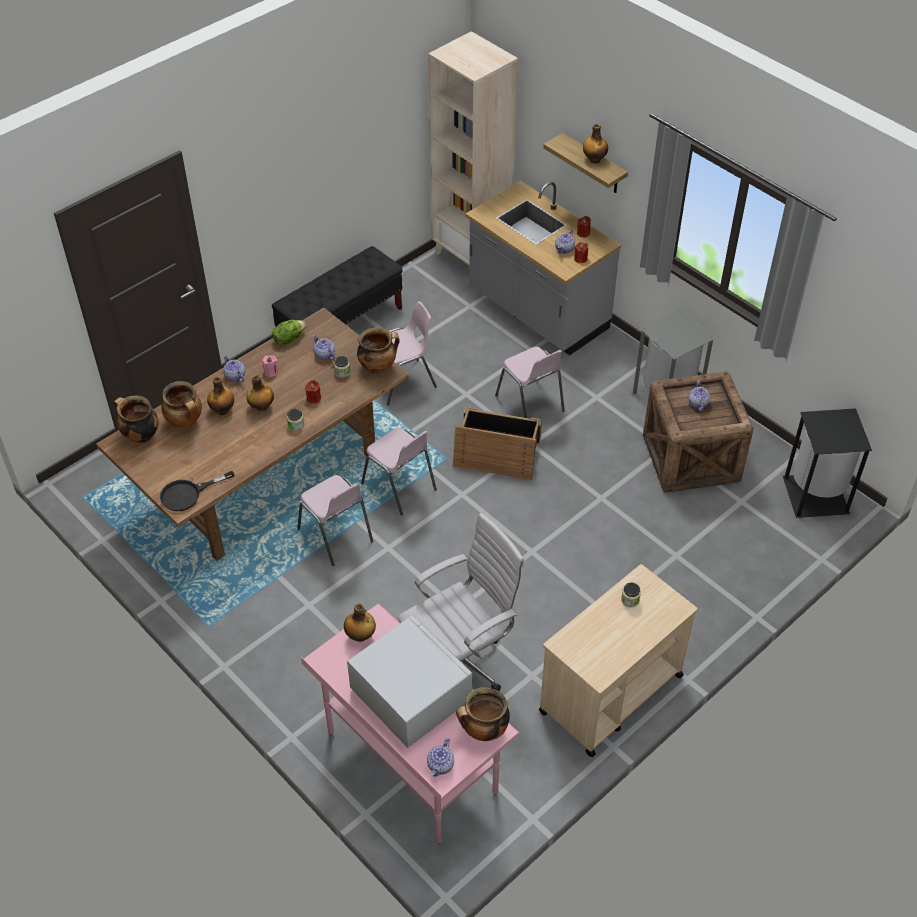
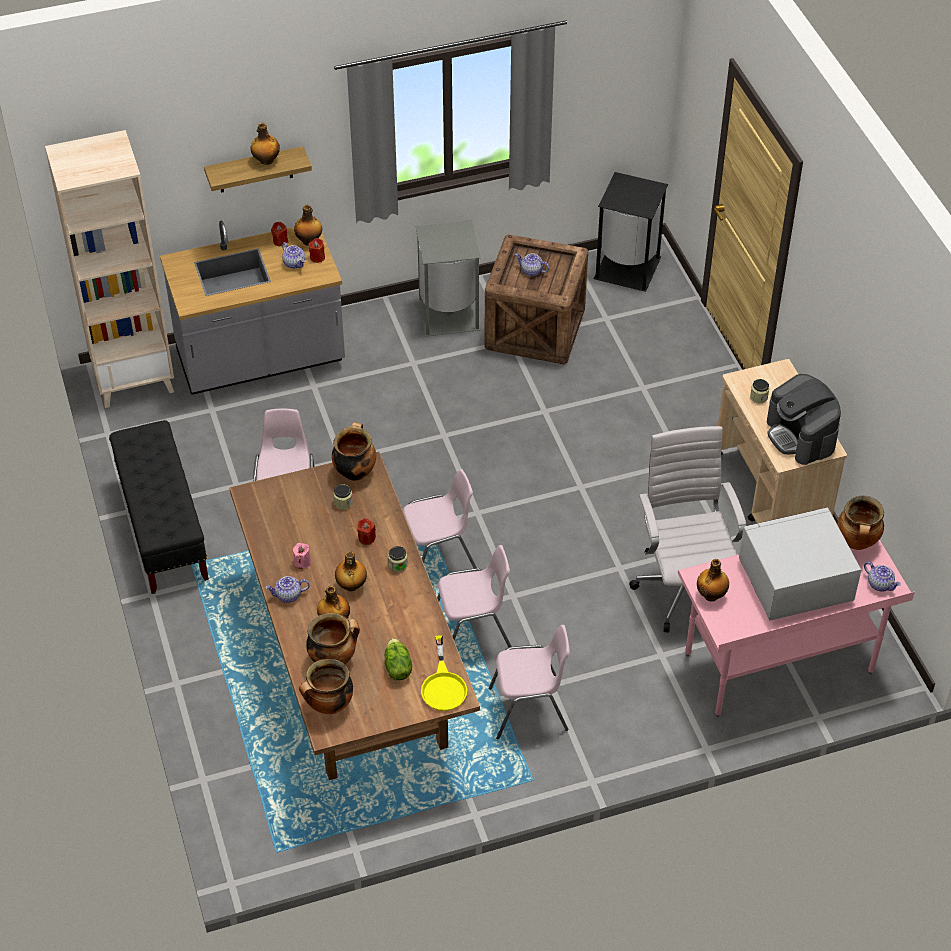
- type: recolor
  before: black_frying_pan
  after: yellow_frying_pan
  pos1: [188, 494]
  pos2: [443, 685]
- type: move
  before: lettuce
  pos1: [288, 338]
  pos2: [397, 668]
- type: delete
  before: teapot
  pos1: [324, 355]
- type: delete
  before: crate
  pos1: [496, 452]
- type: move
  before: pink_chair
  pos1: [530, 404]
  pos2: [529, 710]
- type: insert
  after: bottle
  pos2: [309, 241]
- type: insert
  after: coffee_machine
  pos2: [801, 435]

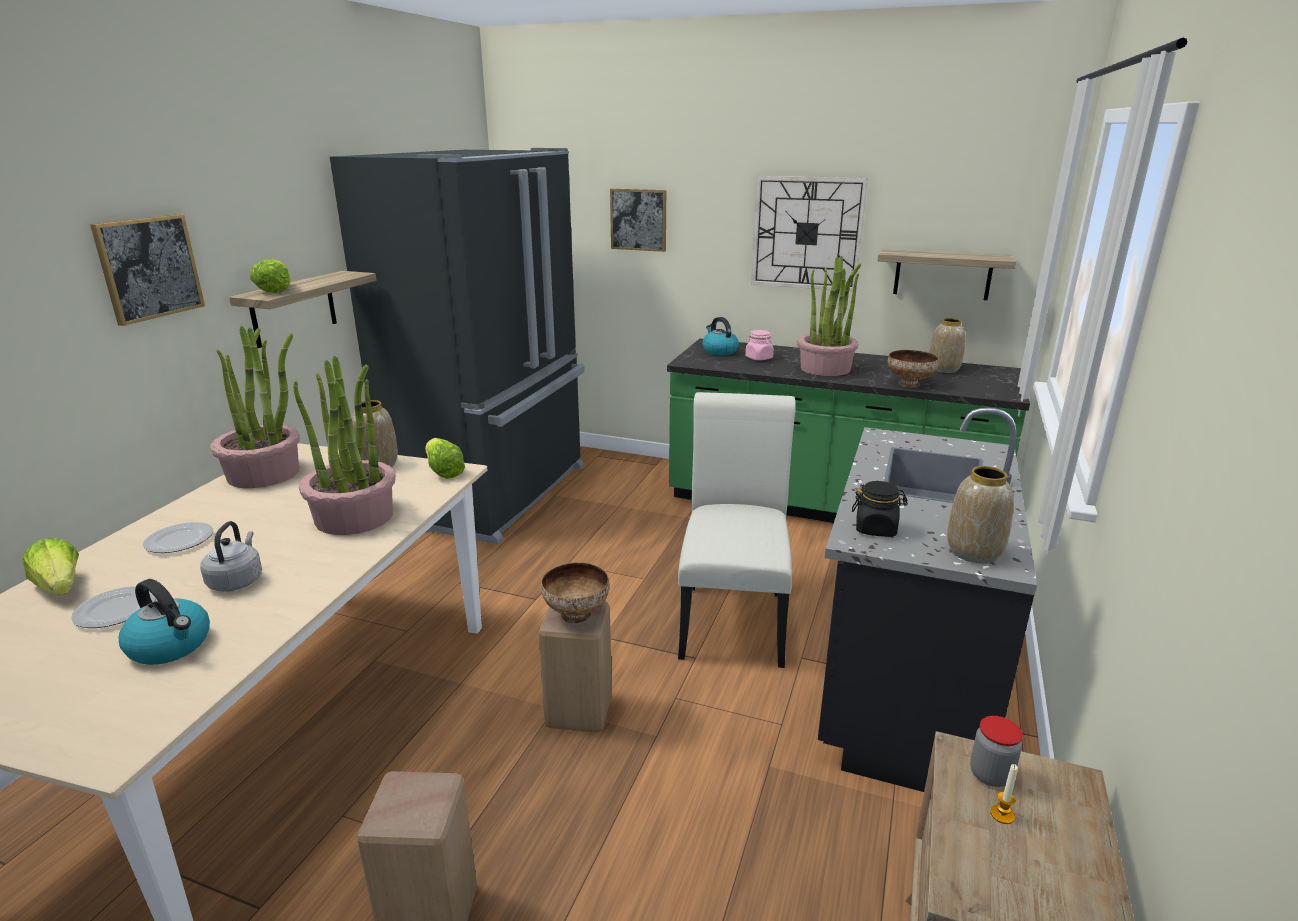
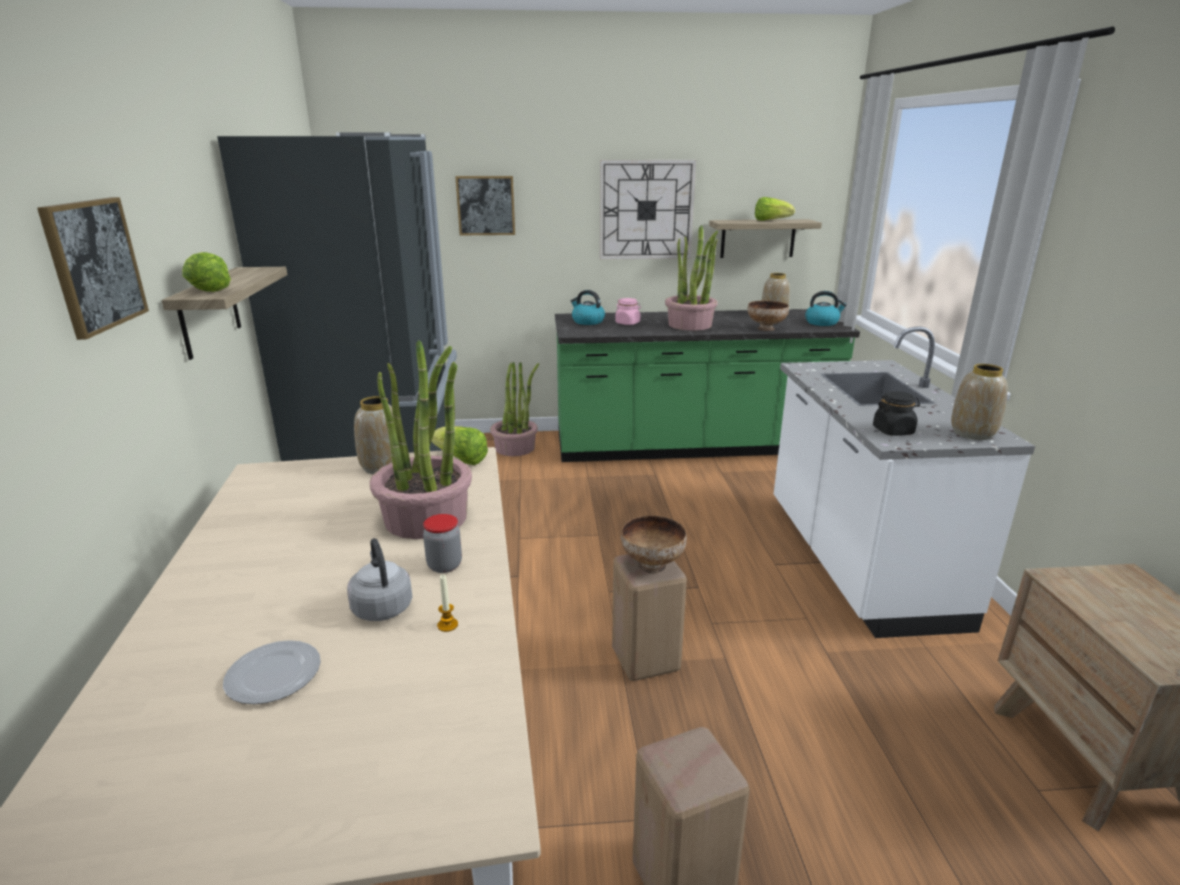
- type: move
  before: lettuce
  pos1: [61, 587]
  pos2: [770, 221]
- type: move
  before: kettle
  pos1: [171, 646]
  pos2: [822, 323]
- type: delete
  before: plate
  pos1: [180, 540]
- type: move
  before: potted_plant
  pos1: [264, 473]
  pos2: [515, 448]
- type: delete
  before: white_chair
  pos1: [733, 618]
- type: recolor
  before: black_counter
  after: white_counter
  pos1: [901, 684]
  pos2: [857, 563]
- type: move
  before: jar
  pos1: [990, 775]
  pos2: [444, 565]
- type: move
  before: candle
  pos1: [1002, 815]
  pos2: [447, 625]

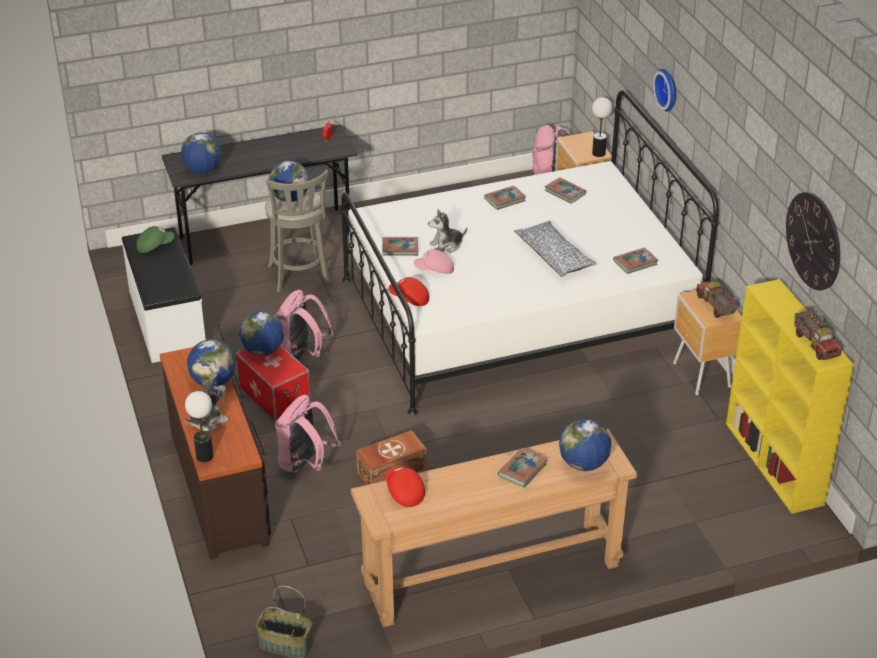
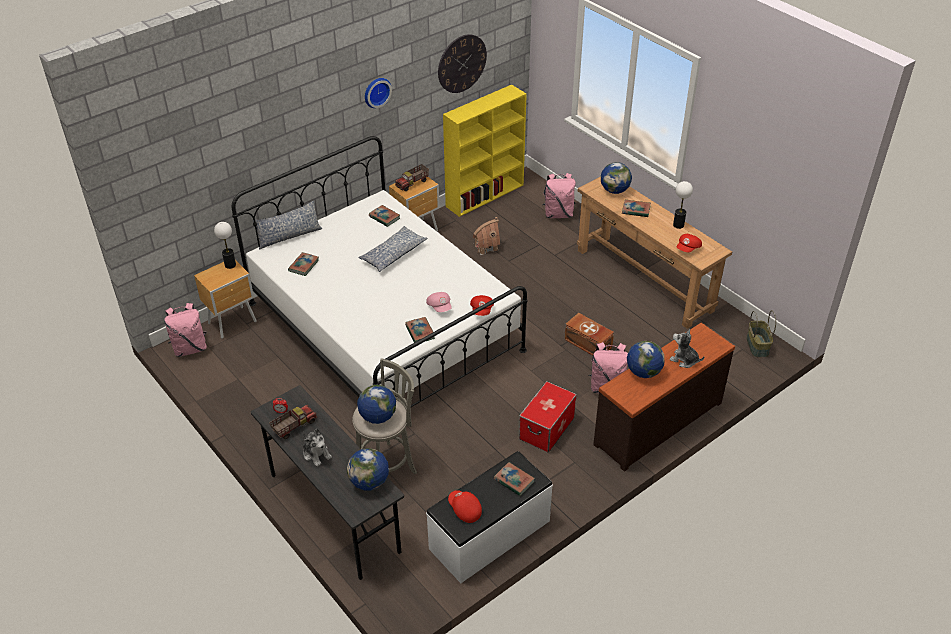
- type: recolor
  before: green_cap
  after: red_cap
  pos1: [155, 246]
  pos2: [464, 510]
- type: move
  before: table_lamp
  pos1: [204, 456]
  pos2: [678, 225]
- type: delete
  before: globe
  pos1: [263, 350]
- type: move
  before: pink_backpack
  pos1: [302, 355]
  pos2: [558, 214]
- type: move
  before: plush_toy
  pos1: [446, 245]
  pos2: [316, 454]
- type: move
  before: book
  pos1: [505, 200]
  pos2: [514, 480]
- type: move
  before: wall_clock
  pos1: [668, 89]
  pos2: [376, 91]
- type: move
  before: toy_truck
  pos1: [816, 344]
  pos2: [294, 426]
- type: insert
  after: pillow
  pos2: [289, 236]
- type: insert
  after: toy_house
  pos2: [486, 247]

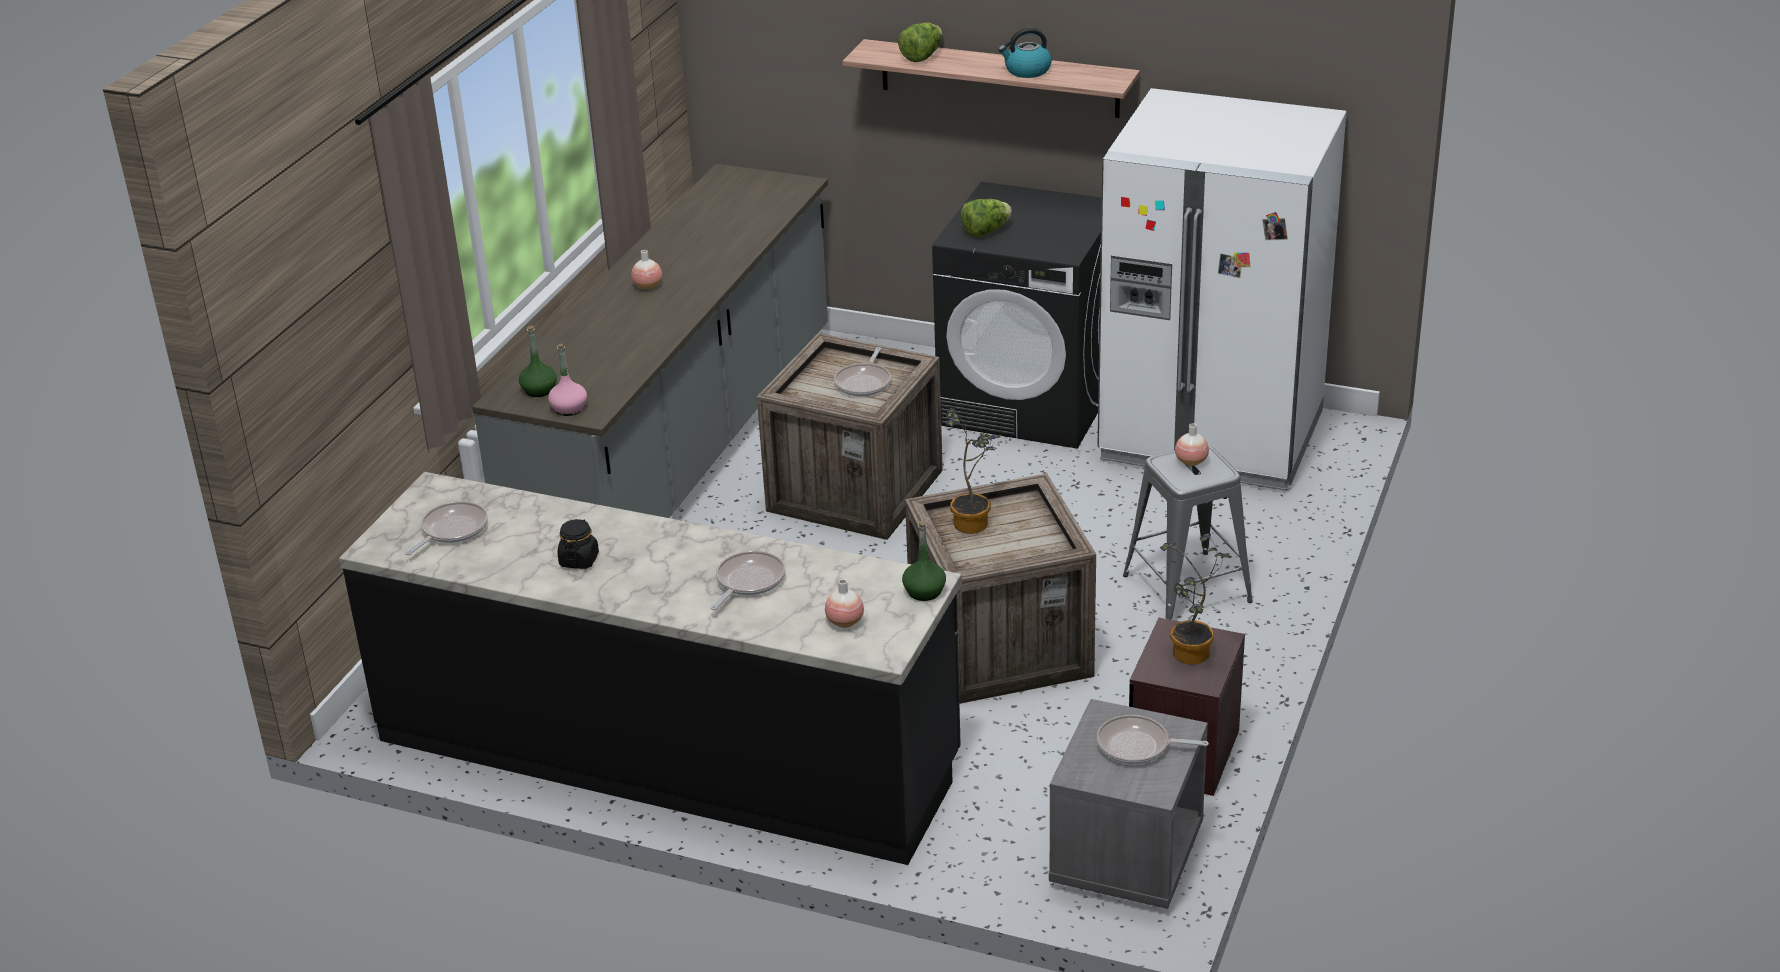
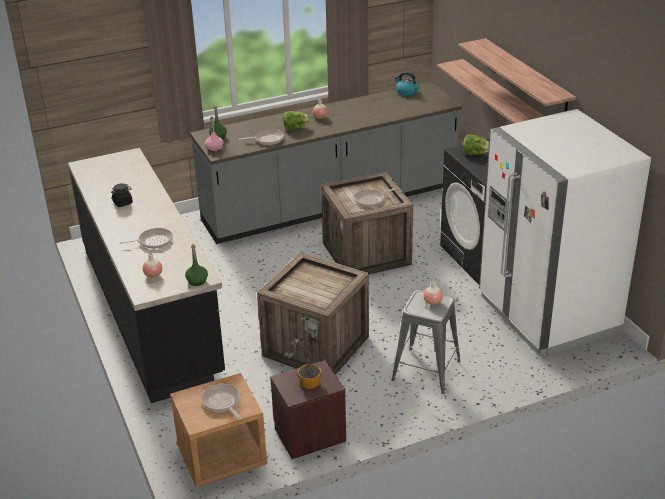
- type: move
  before: frying_pan
  pos1: [451, 530]
  pos2: [267, 139]
- type: move
  before: lettuce
  pos1: [922, 56]
  pos2: [295, 128]
- type: delete
  before: potted_plant
  pos1: [974, 522]
- type: move
  before: kettle
  pos1: [1027, 71]
  pos2: [406, 92]
- type: recolor
  before: grey_nightstand
  after: brown_nightstand
  pos1: [1127, 857]
  pos2: [221, 458]
- type: insert
  after: shelf
  pos2: [500, 98]

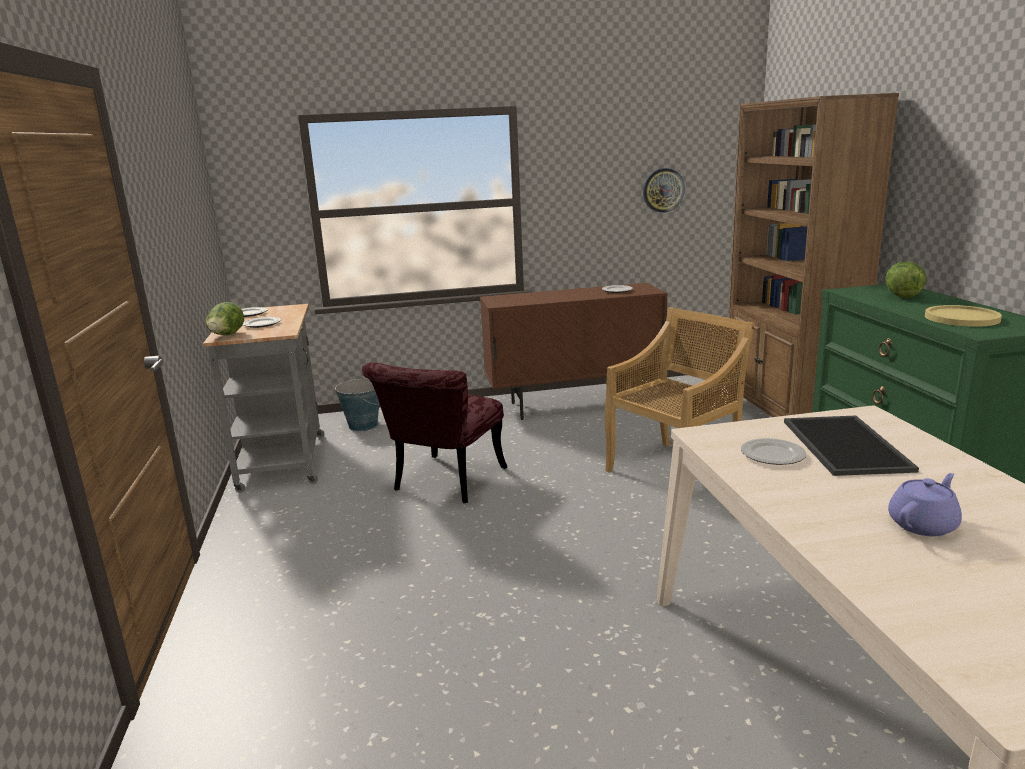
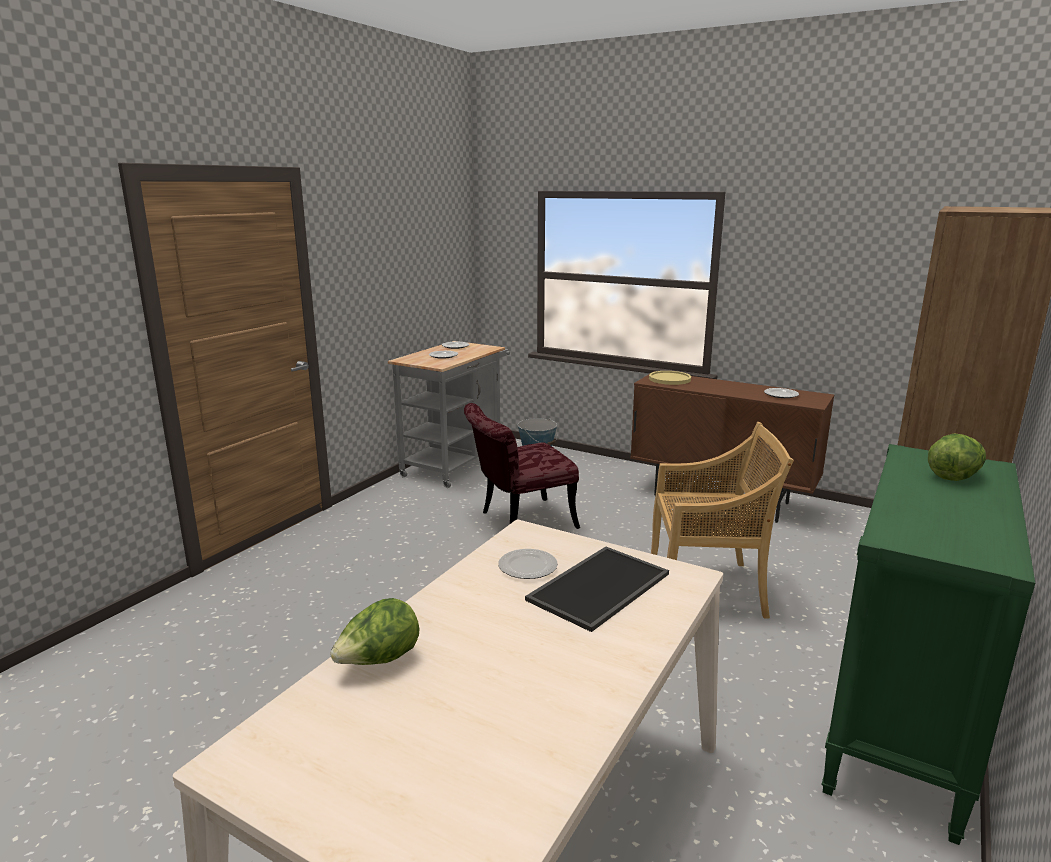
- type: move
  before: lettuce
  pos1: [226, 336]
  pos2: [379, 661]
- type: delete
  before: wall_clock
  pos1: [663, 190]
- type: delete
  before: purple_teapot
  pos1: [923, 524]
- type: move
  before: yellow_plate
  pos1: [961, 318]
  pos2: [669, 379]

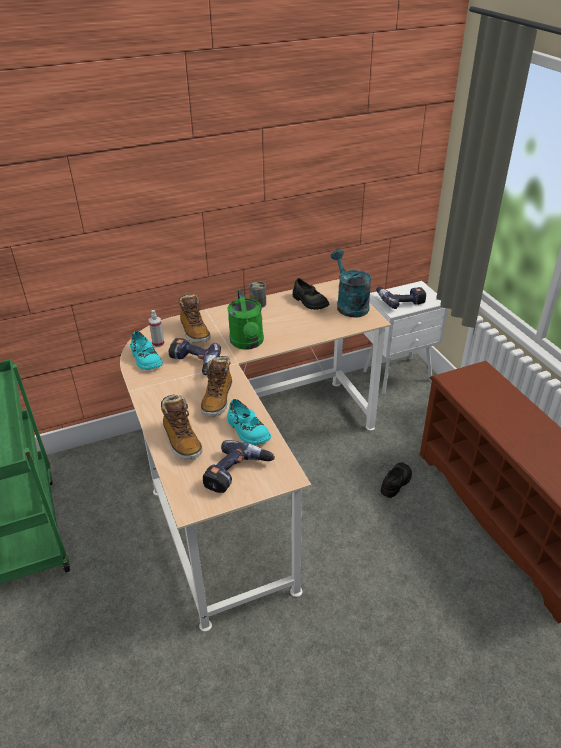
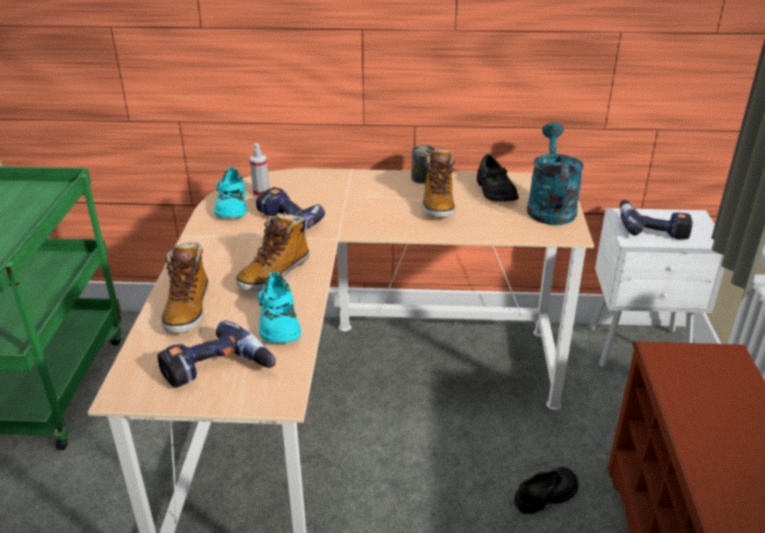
- type: move
  before: boot
  pos1: [194, 331]
  pos2: [438, 204]
- type: delete
  before: green_watering_can
  pos1: [248, 343]

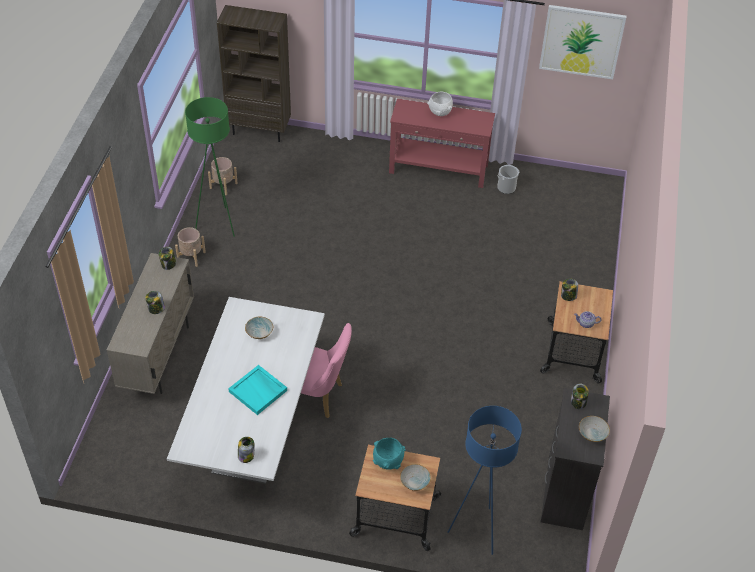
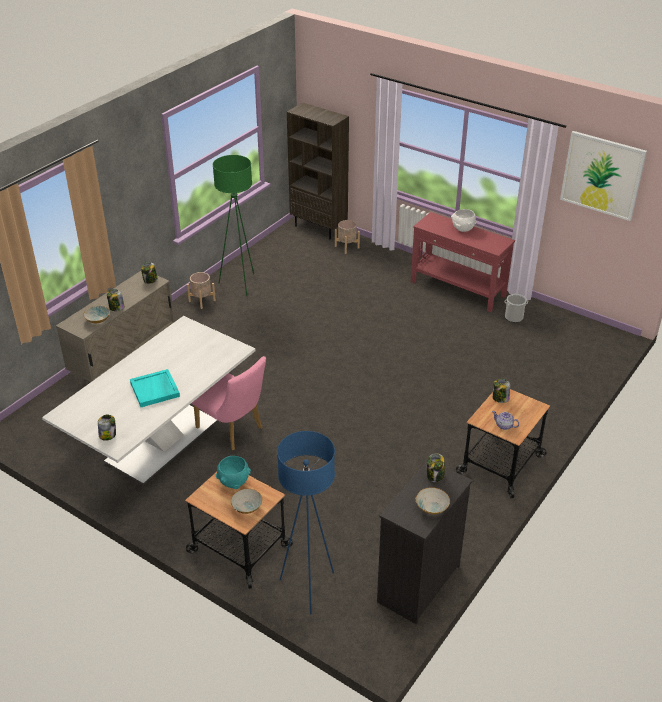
- type: move
  before: beige_planter
  pos1: [223, 186]
  pos2: [347, 247]
- type: move
  before: bowl
  pos1: [260, 332]
  pos2: [98, 319]

